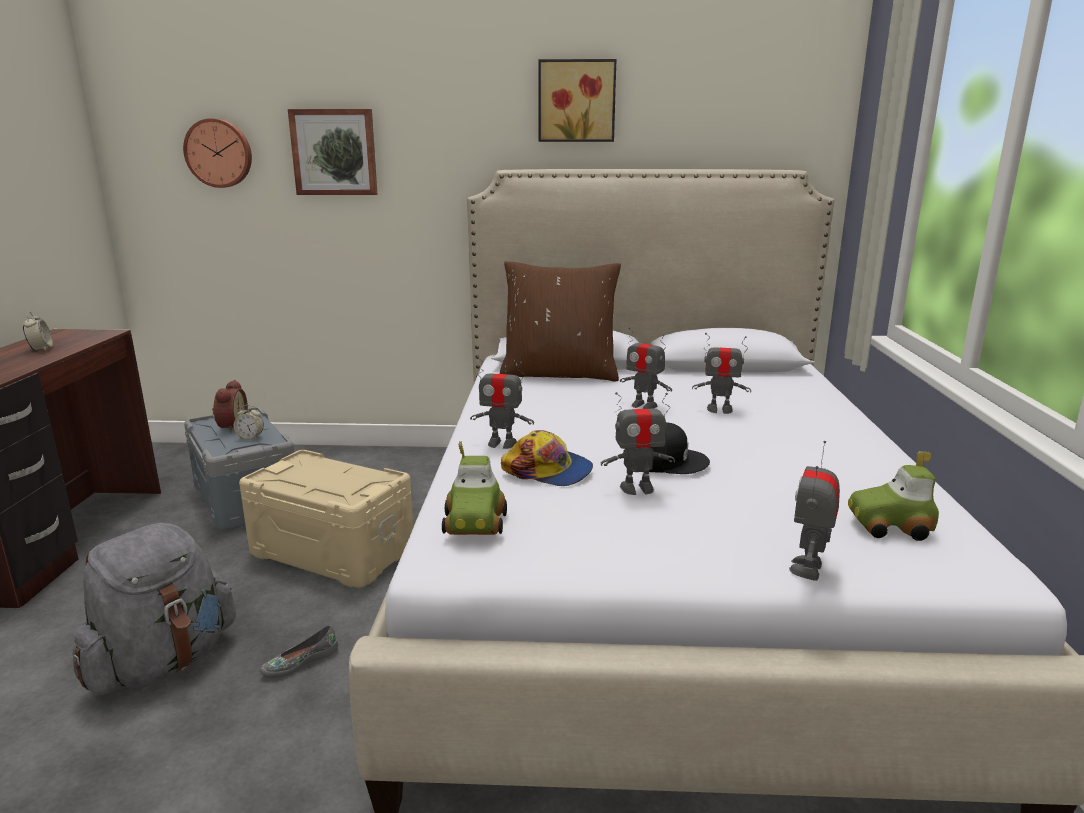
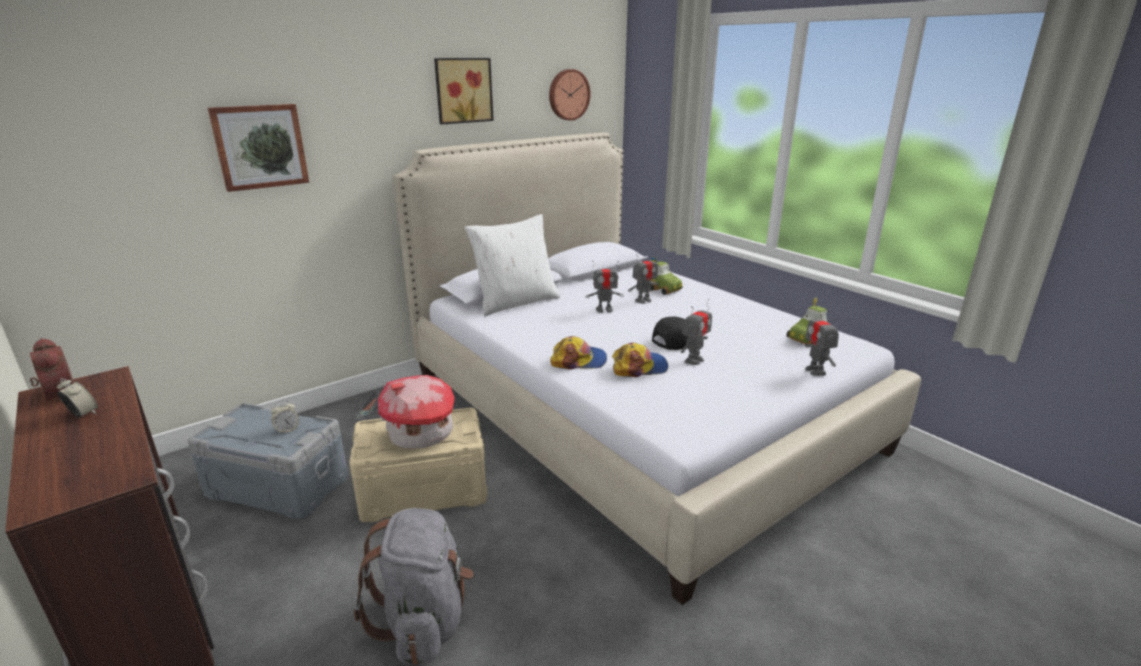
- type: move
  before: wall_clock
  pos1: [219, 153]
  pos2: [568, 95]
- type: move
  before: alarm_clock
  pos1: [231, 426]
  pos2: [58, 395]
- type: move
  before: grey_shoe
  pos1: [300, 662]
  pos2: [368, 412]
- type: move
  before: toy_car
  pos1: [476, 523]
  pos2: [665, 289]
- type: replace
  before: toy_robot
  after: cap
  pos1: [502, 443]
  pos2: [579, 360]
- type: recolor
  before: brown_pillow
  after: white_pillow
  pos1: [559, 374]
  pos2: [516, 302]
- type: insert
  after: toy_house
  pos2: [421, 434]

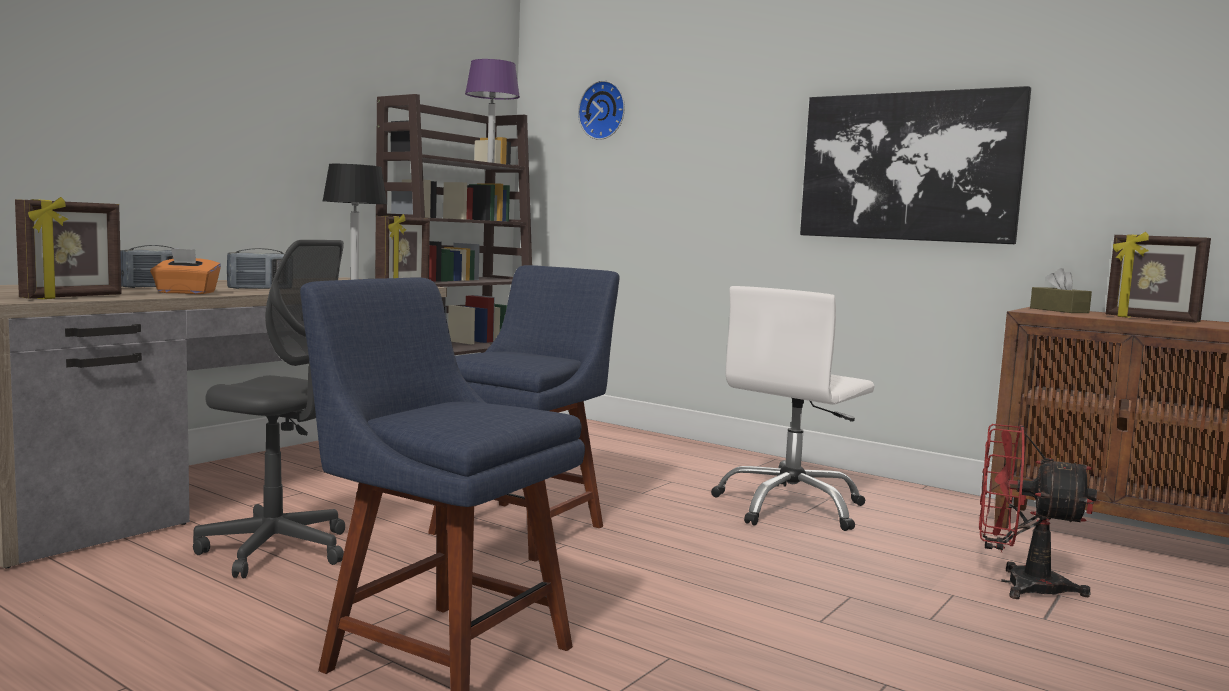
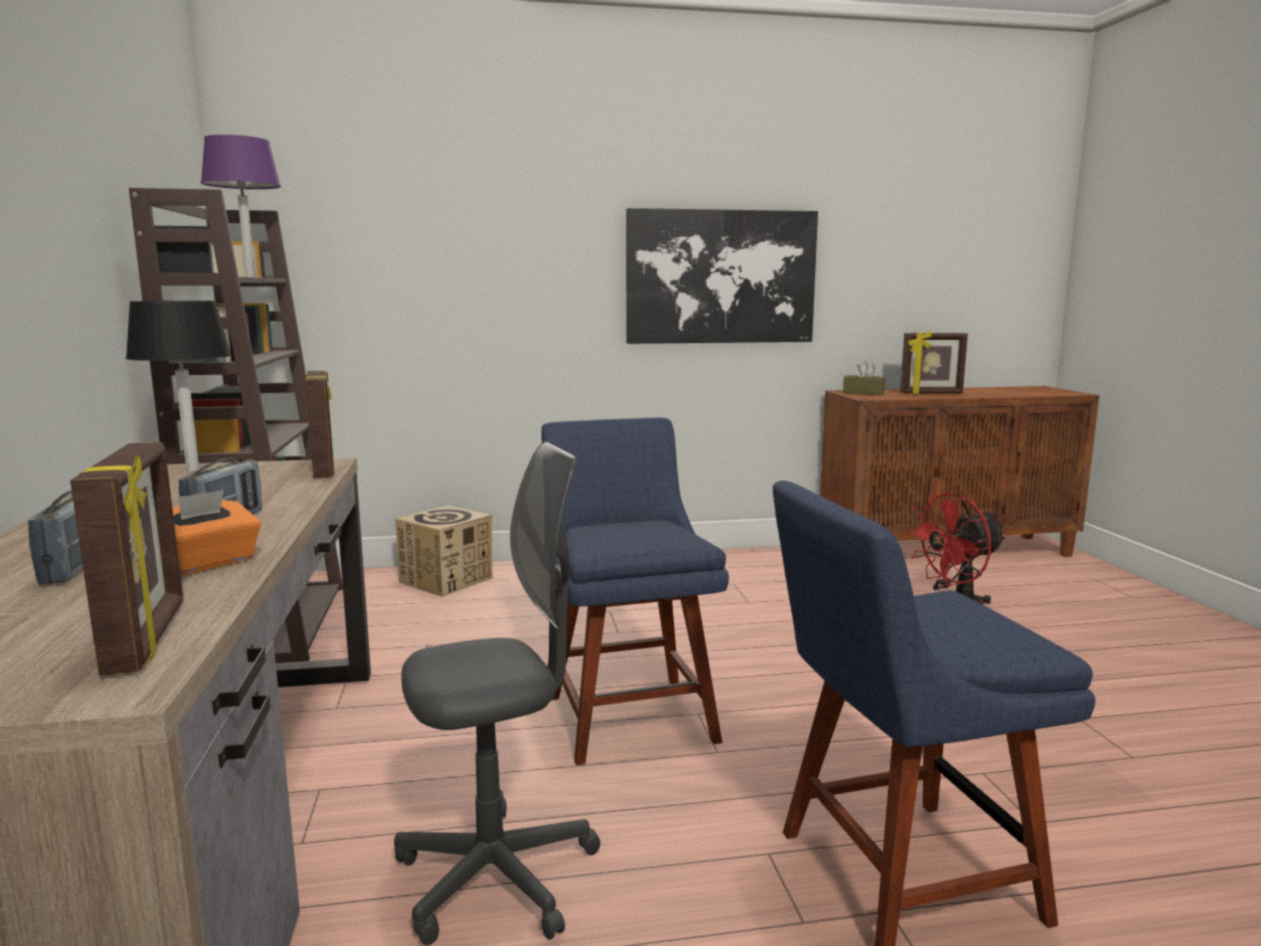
- type: delete
  before: wall_clock
  pos1: [604, 110]
- type: delete
  before: white_office_chair
  pos1: [790, 507]
- type: insert
  after: cardboard_box
  pos2: [446, 580]

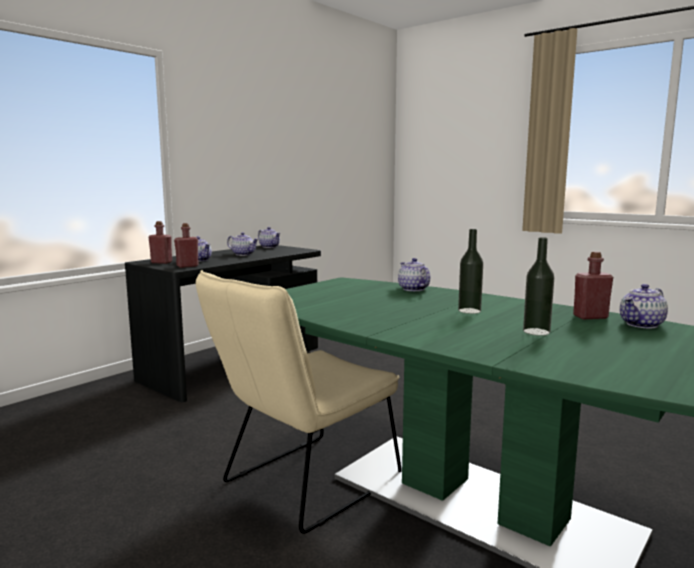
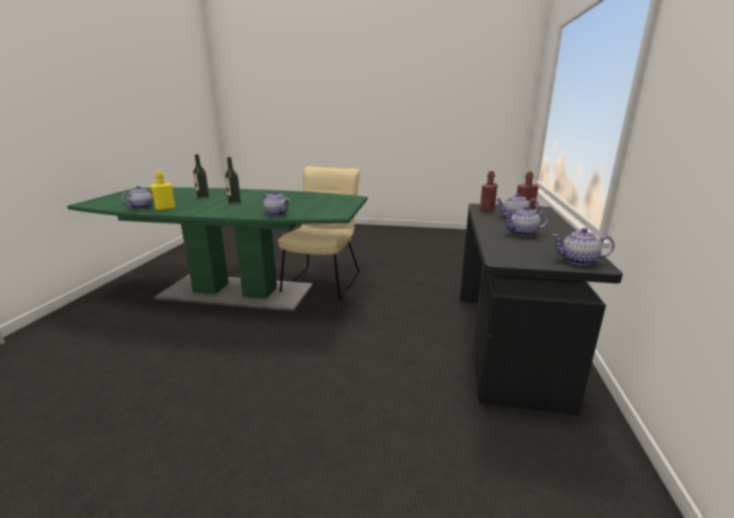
- type: recolor
  before: red_bottle
  after: yellow_bottle
  pos1: [590, 317]
  pos2: [165, 208]

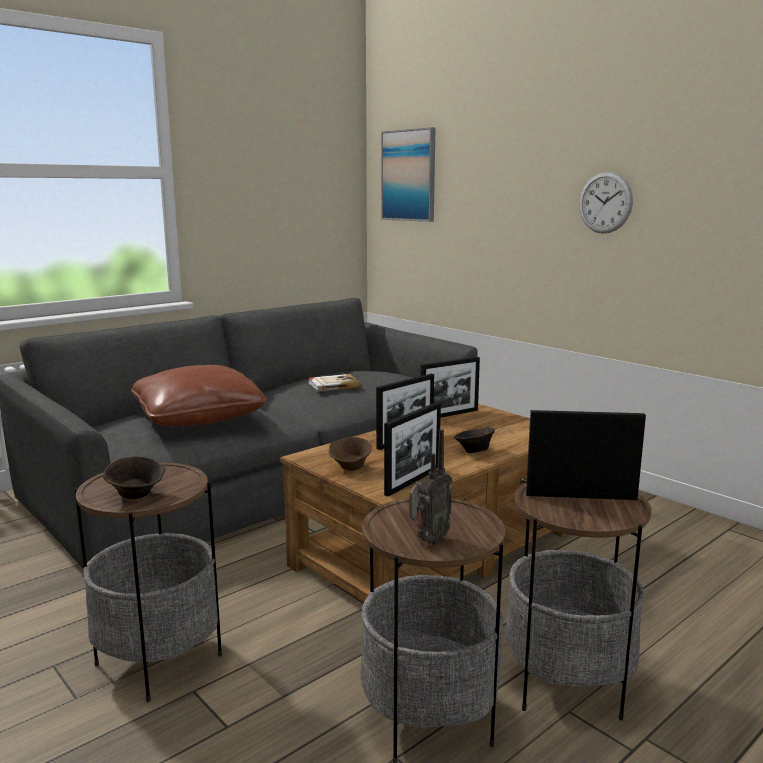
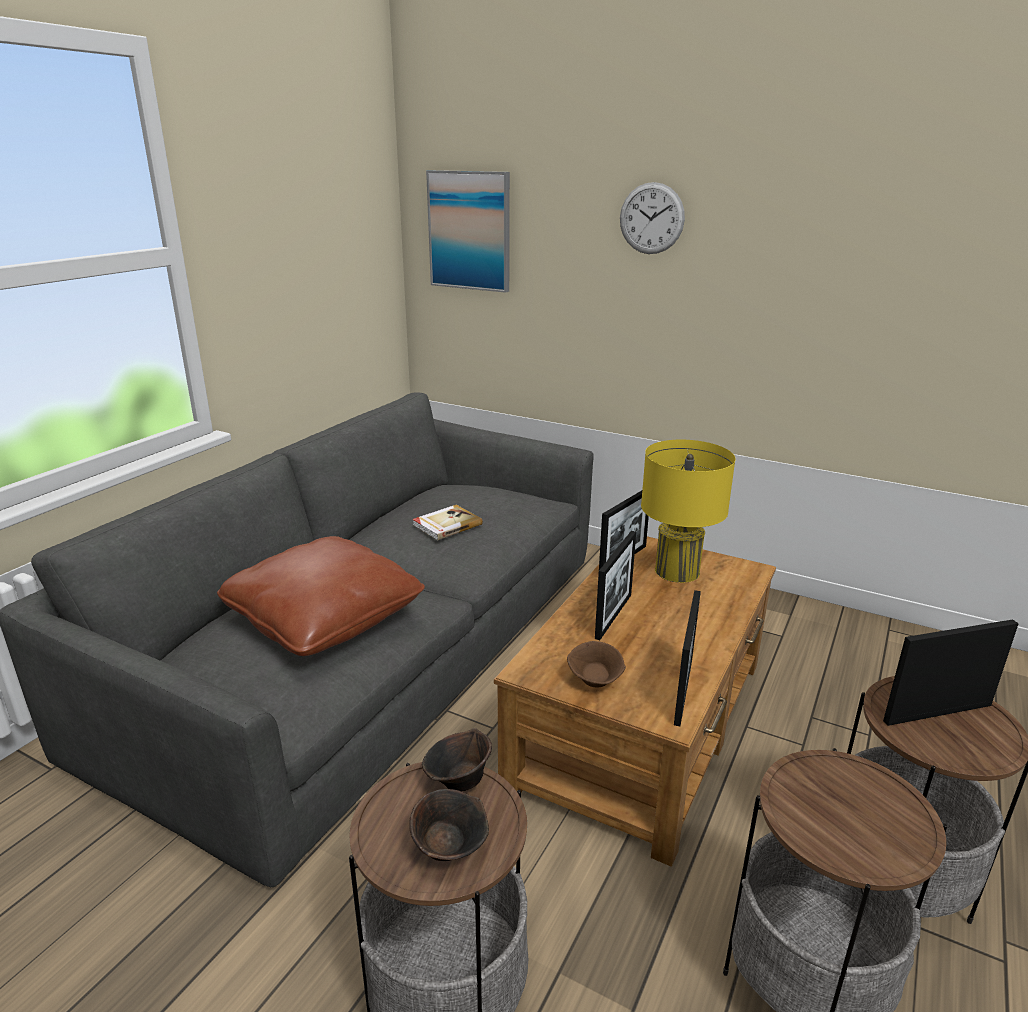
- type: delete
  before: radio
  pos1: [428, 540]
- type: move
  before: brown_bowl
  pos1: [474, 451]
  pos2: [458, 780]
- type: move
  before: wall_clock
  pos1: [605, 202]
  pos2: [651, 218]
- type: insert
  after: yellow_table_lamp
  pos2: [677, 571]

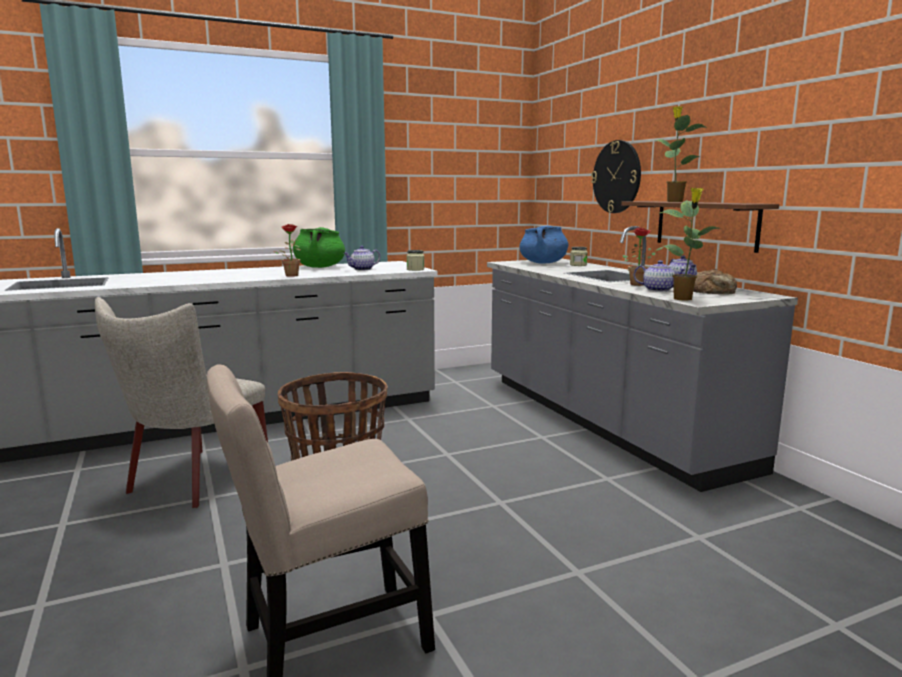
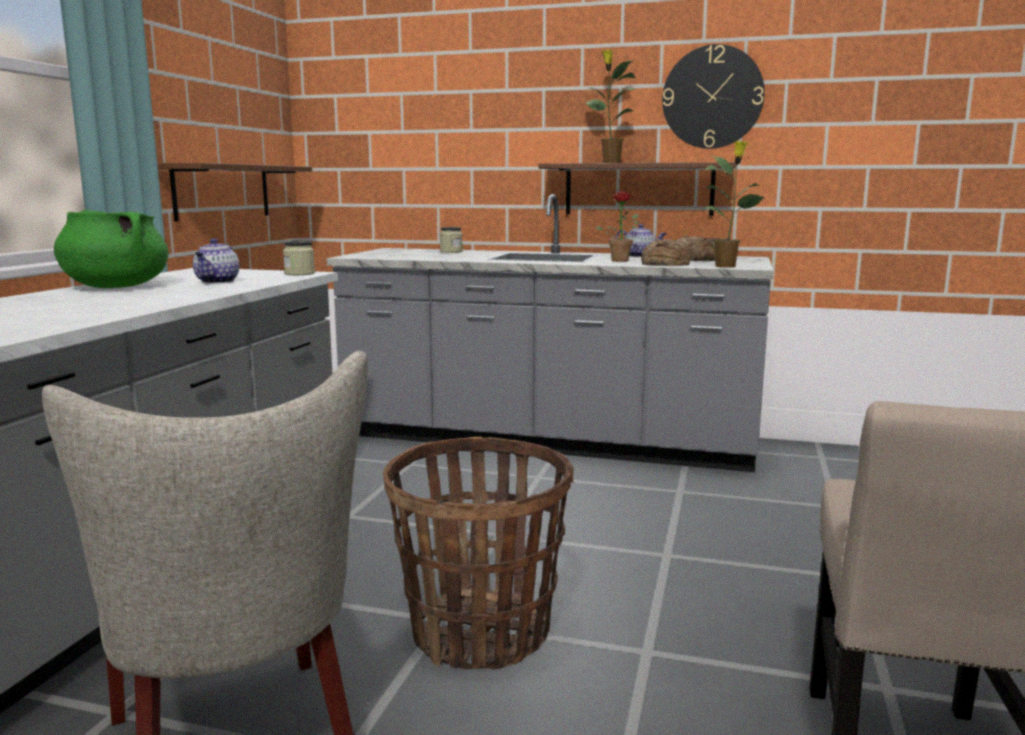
- type: delete
  before: potted_plant
  pos1: [291, 275]
- type: delete
  before: blue_cooking_pot
  pos1: [543, 263]
- type: move
  before: wall_clock
  pos1: [617, 177]
  pos2: [712, 97]
- type: replace
  before: teapot
  after: bread
  pos1: [658, 290]
  pos2: [664, 263]
- type: insert
  after: brown_shelf
  pos2: [222, 191]

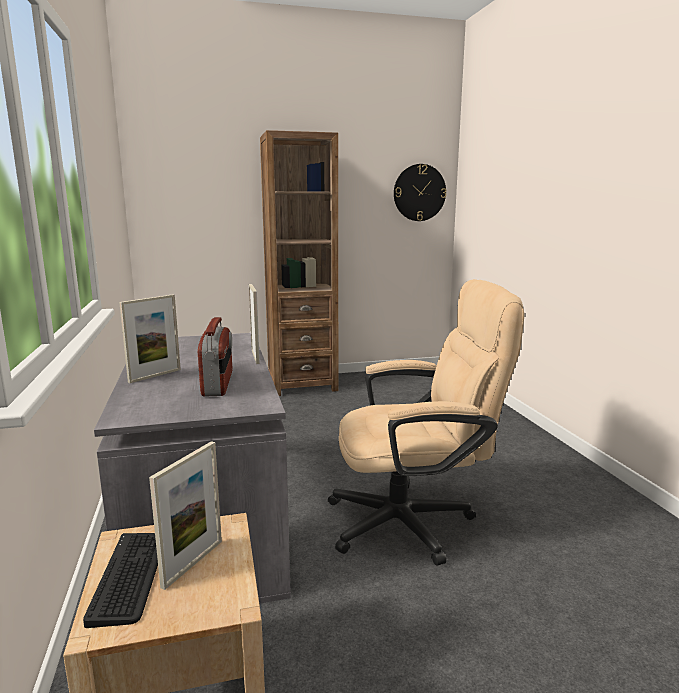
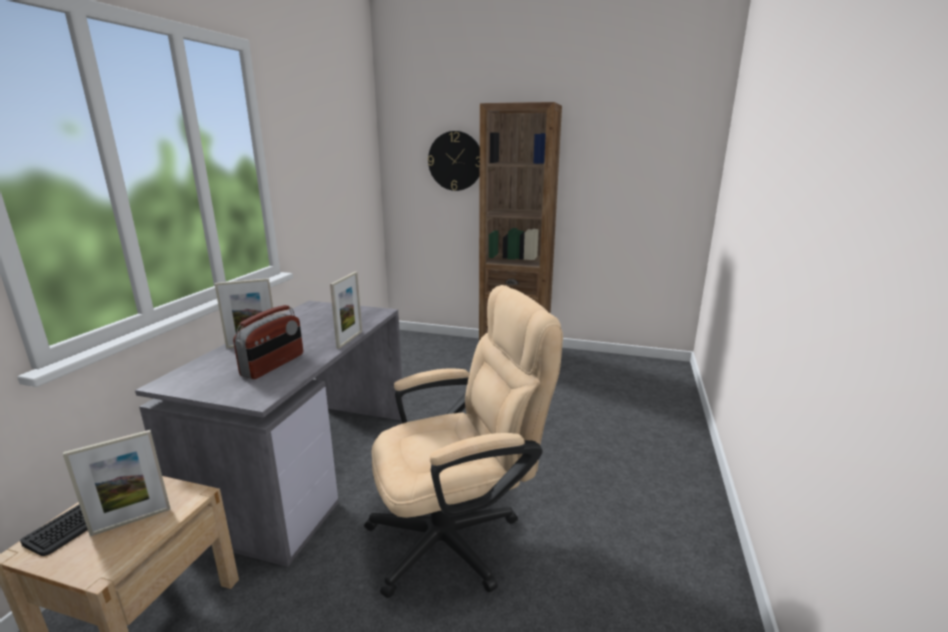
- type: rotate
  before: beige_office_chair
  pos1: [414, 521]
  pos2: [458, 536]
  turn: -45
- type: move
  before: wall_clock
  pos1: [419, 192]
  pos2: [455, 161]

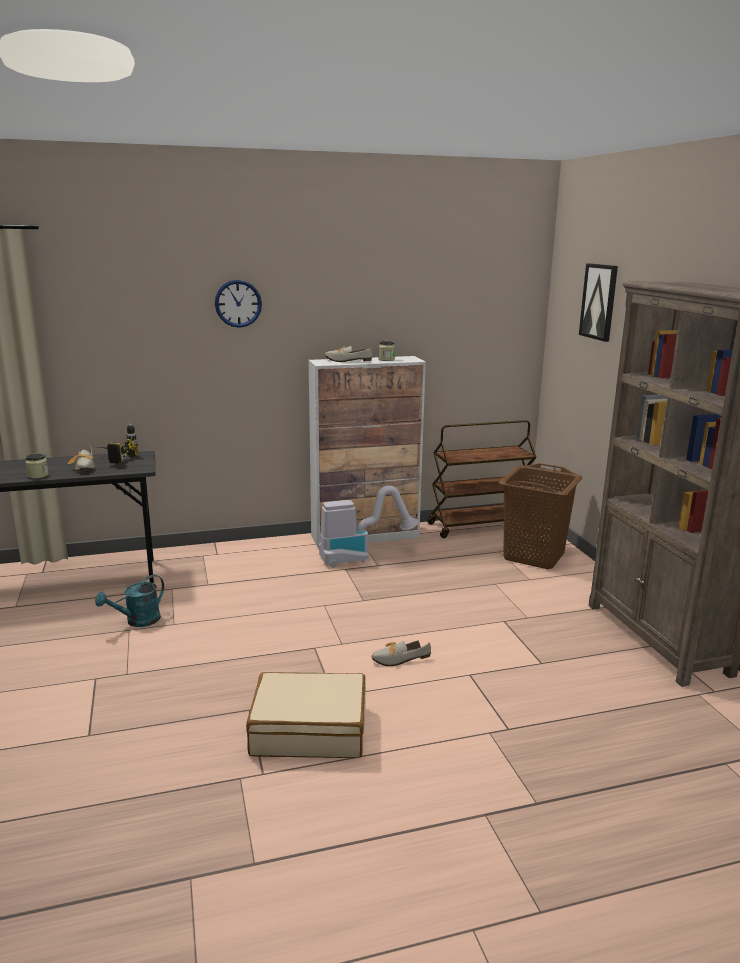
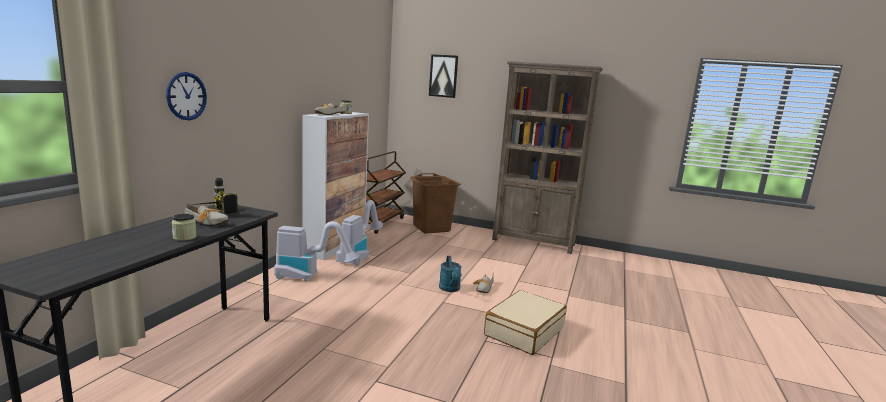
- type: move
  before: turquoise_watering_can
  pos1: [137, 621]
  pos2: [450, 289]
- type: move
  before: wall_clock
  pos1: [238, 303]
  pos2: [186, 96]
- type: insert
  after: vacuum_cleaner
  pos2: [310, 277]

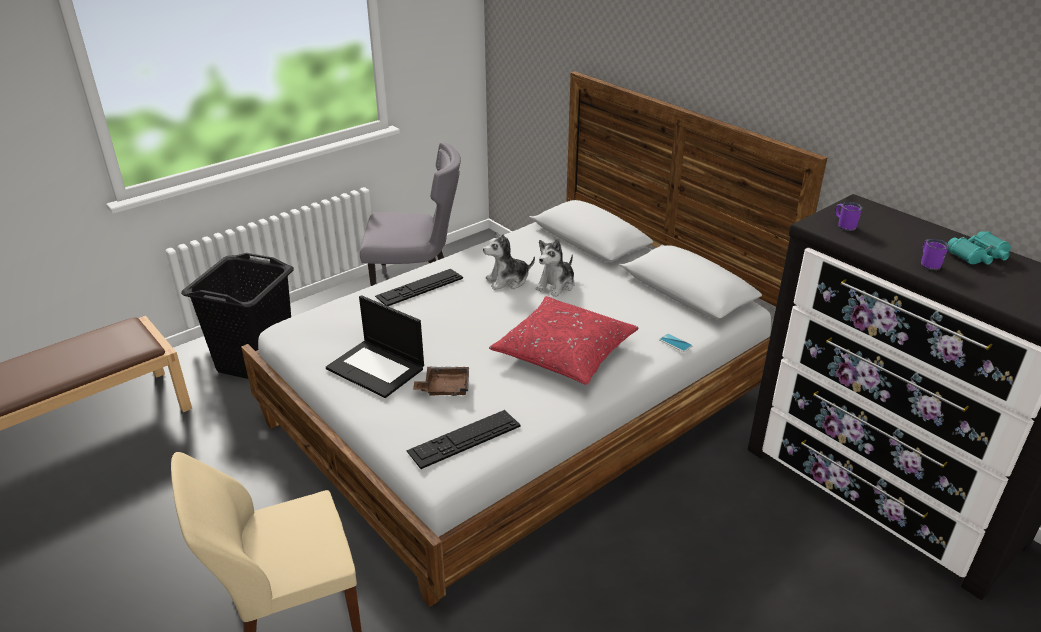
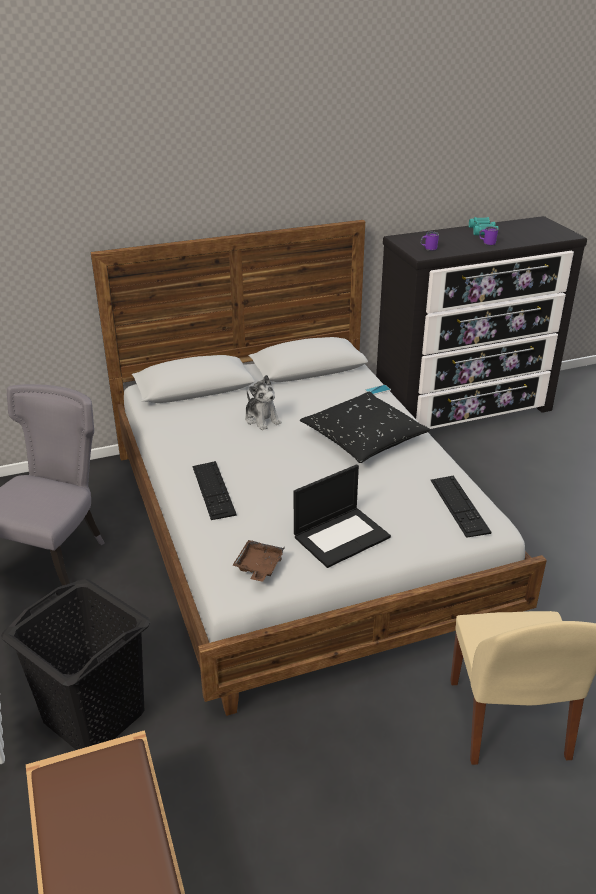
- type: move
  before: brown_tray
  pos1: [445, 387]
  pos2: [258, 566]
- type: delete
  before: plush_toy
  pos1: [508, 281]
- type: recolor
  before: red_pillow
  after: black_pillow
  pos1: [564, 351]
  pos2: [364, 437]

